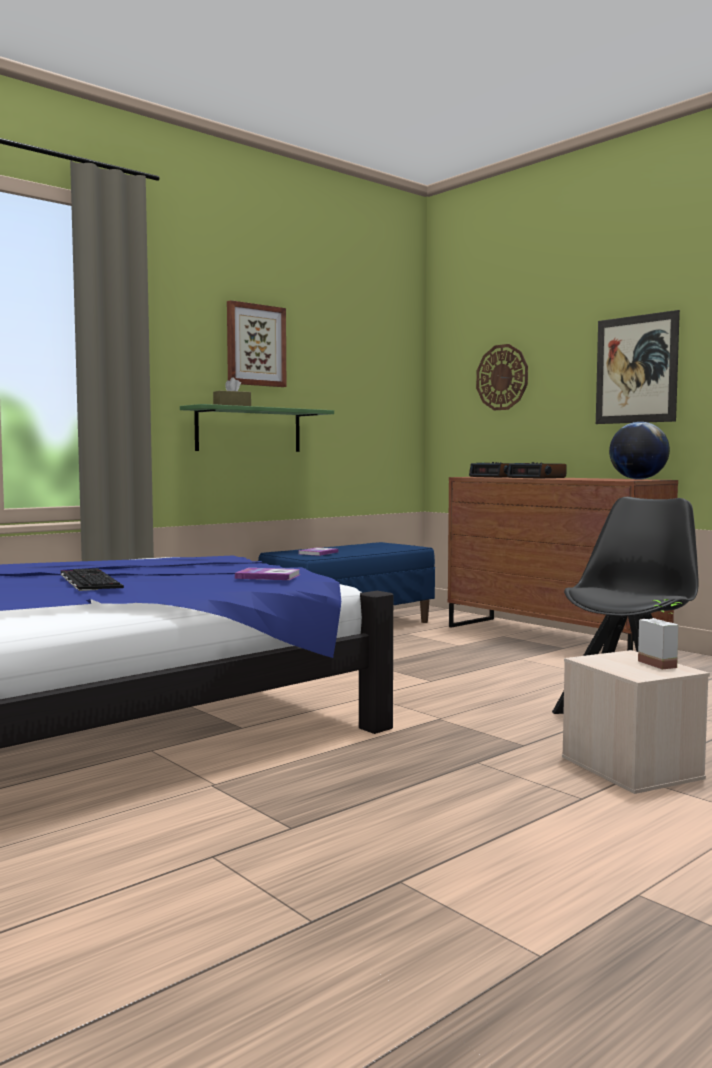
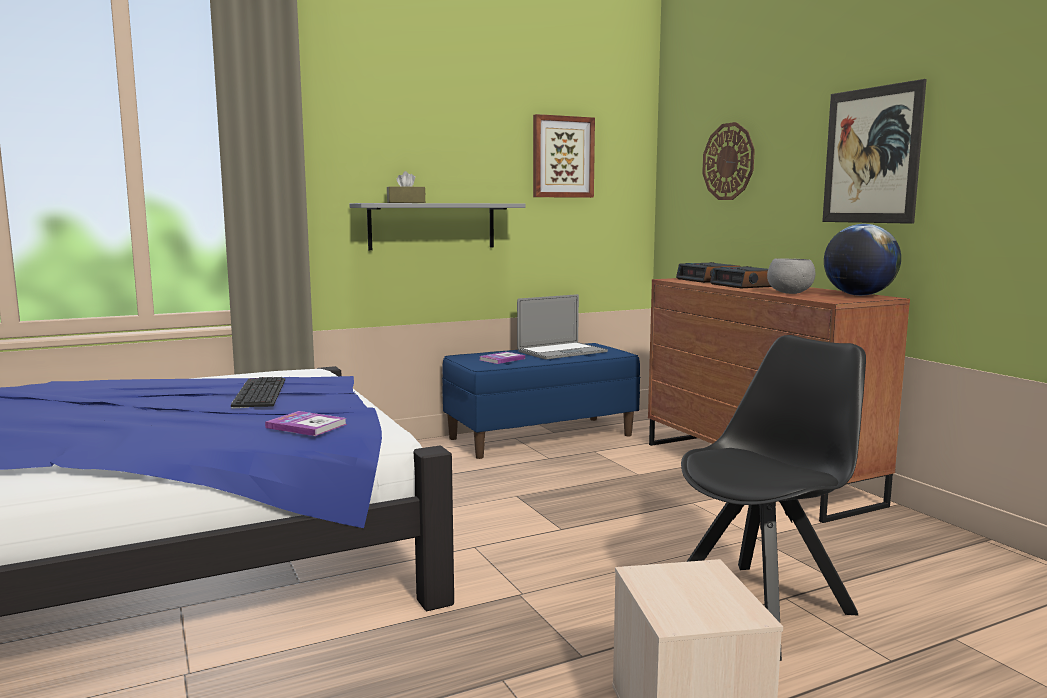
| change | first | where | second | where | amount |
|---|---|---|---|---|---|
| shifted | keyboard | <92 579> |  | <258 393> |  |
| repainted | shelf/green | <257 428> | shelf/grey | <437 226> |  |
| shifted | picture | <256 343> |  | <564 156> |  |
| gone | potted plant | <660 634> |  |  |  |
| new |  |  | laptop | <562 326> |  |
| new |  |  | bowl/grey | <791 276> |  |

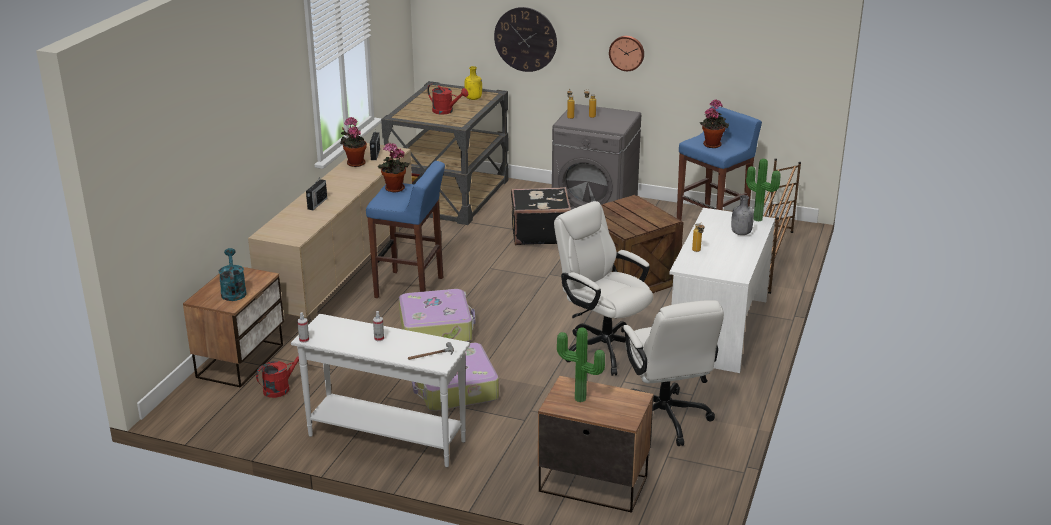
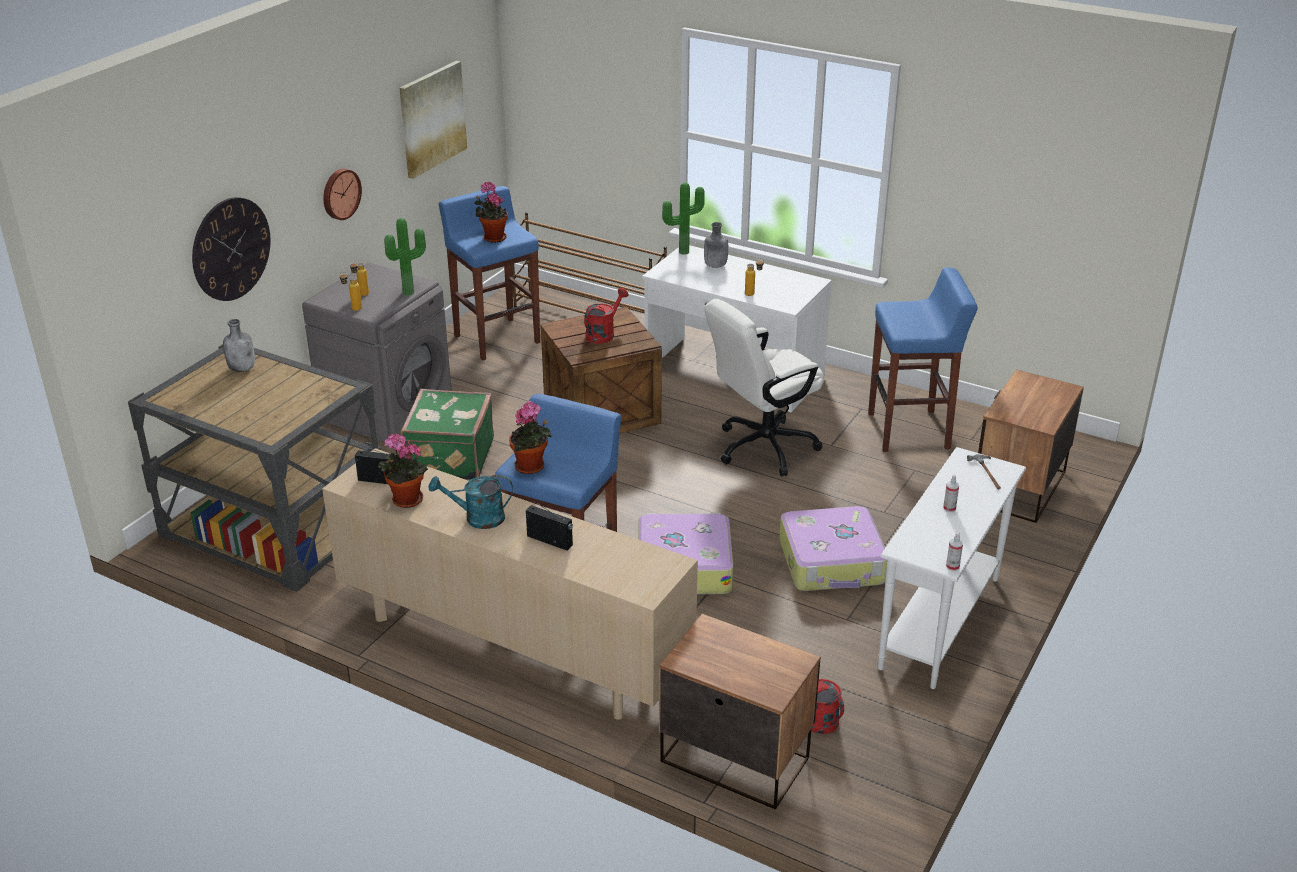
| change | first | where | second | where | amount |
|---|---|---|---|---|---|
| shifted | watering can/turquoise | <233 274> |  | <471 501> |  |
| shifted | watering can/red | <447 99> |  | <606 316> |  |
| repainted | bottle/yellow | <473 83> | bottle/grey | <239 345> |  |
| repainted | suitcase/black | <541 216> | suitcase/green | <447 435> |  |
| shifted | potted plant | <581 364> |  | <405 257> |  |
| swapped | office chair/white | <673 373> | stool/blue | <923 359> |  |
| new |  |  | picture | <433 120> |  |

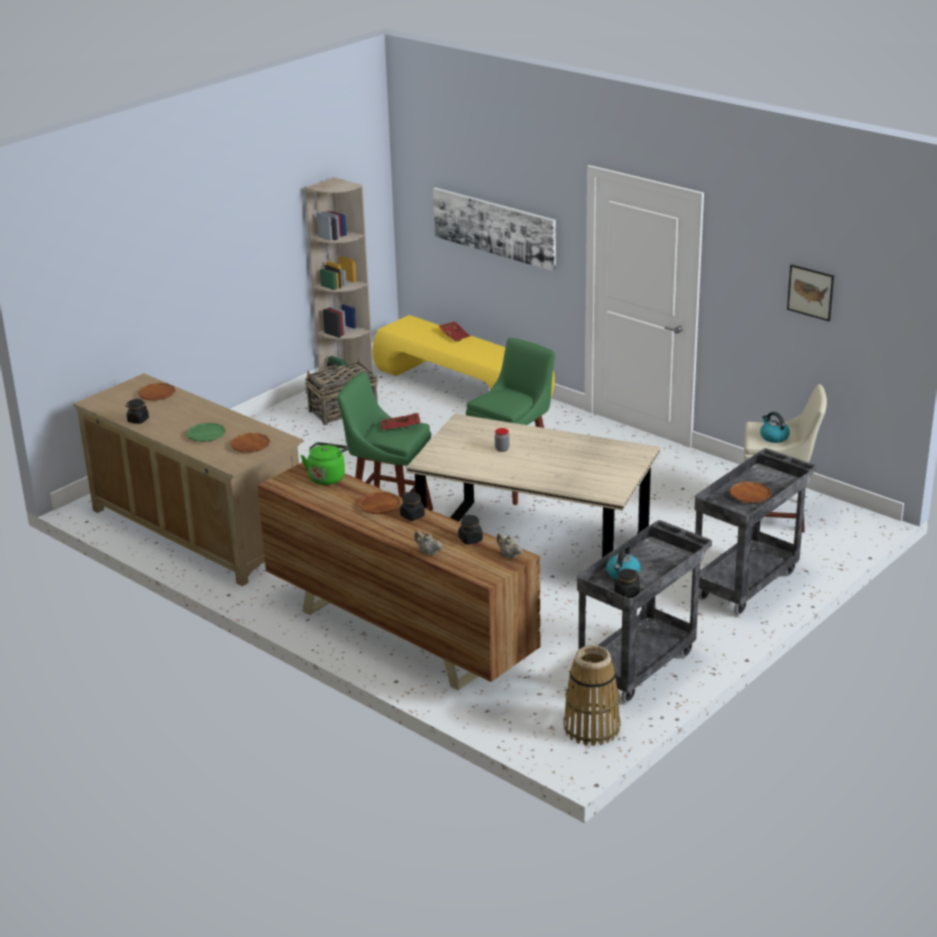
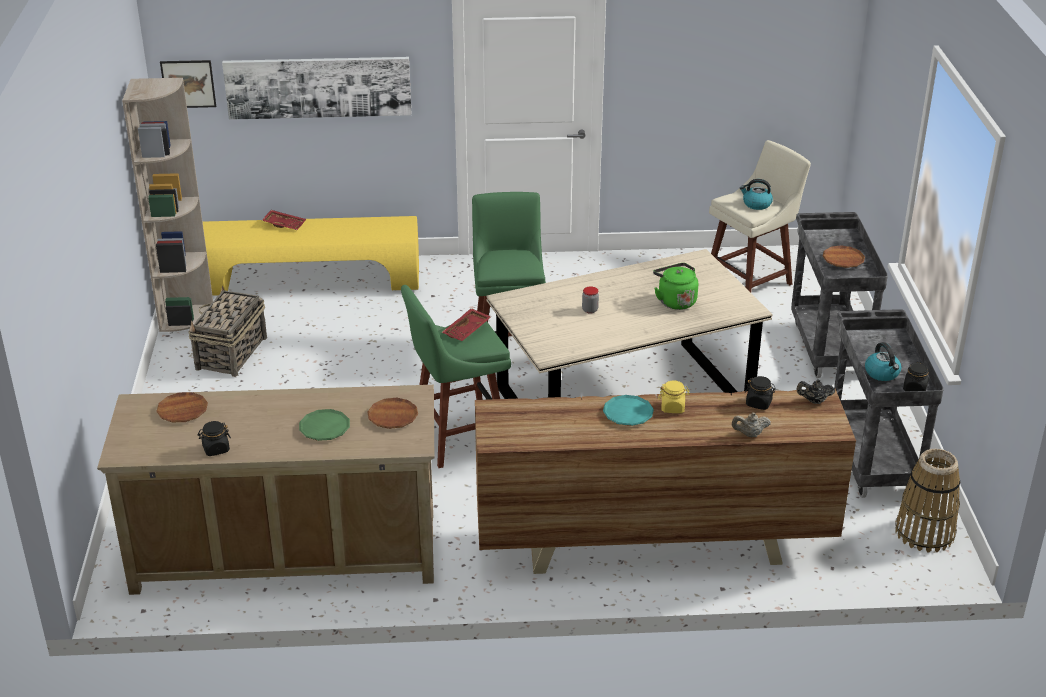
| change | first | where | second | where | amount |
|---|---|---|---|---|---|
| shifted | kettle/green | <324 463> |  | <675 286> |  |
| repainted | plate/brown | <379 503> | plate/turquoise | <628 410> |  |
| repainted | jar/black | <412 506> | jar/yellow | <674 396> |  |
| repainted | teapot/beige | <510 546> | teapot/black | <815 391> |  |
| shifted | picture | <810 292> |  | <188 84> |  |

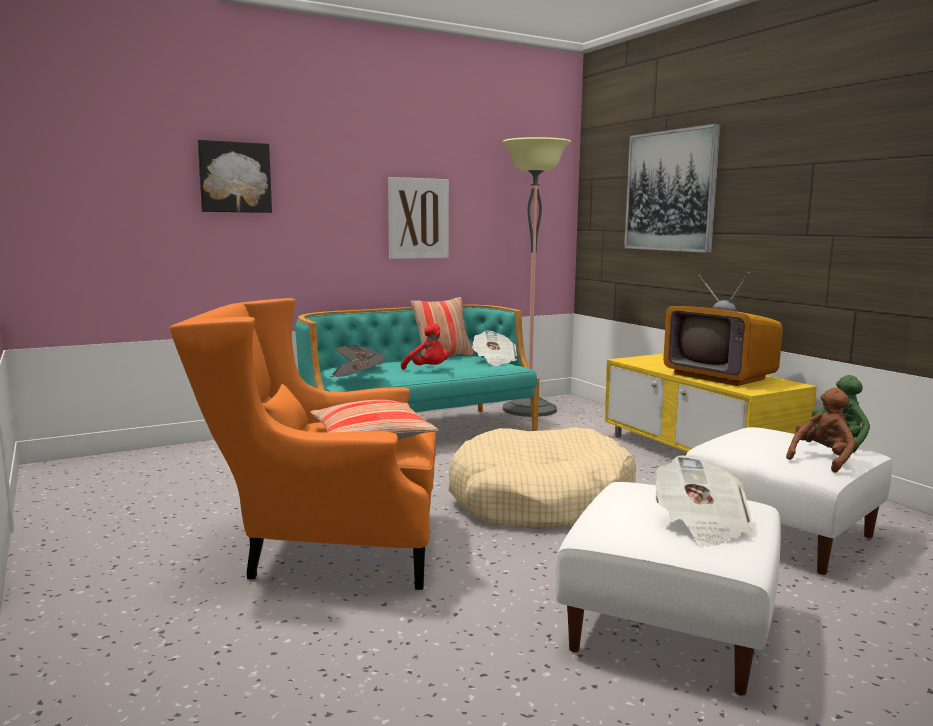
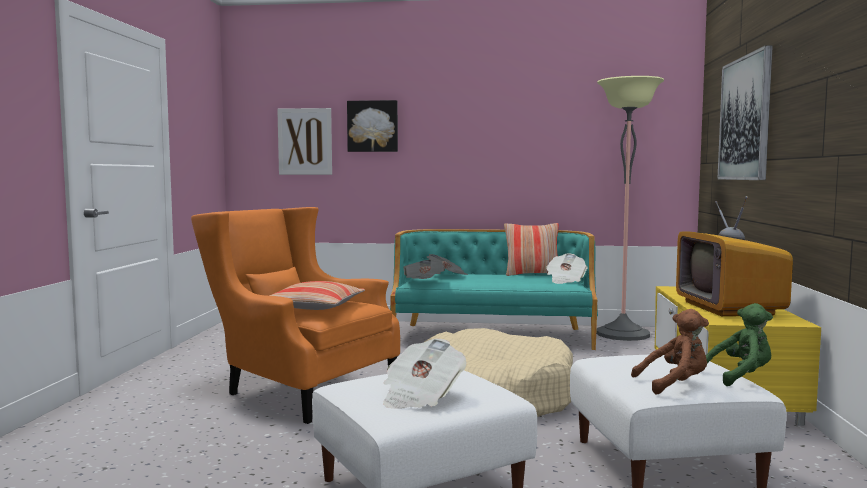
| change | first | where | second | where | amount |
|---|---|---|---|---|---|
| shifted | picture | <418 218> |  | <304 141> |  |
| gone | plush toy/red | <425 346> |  |  |  |

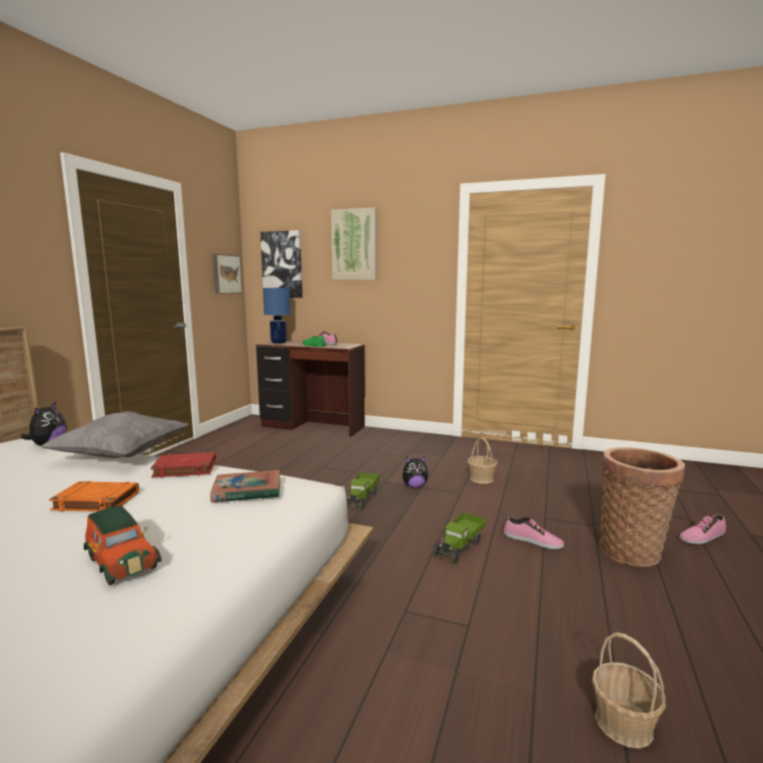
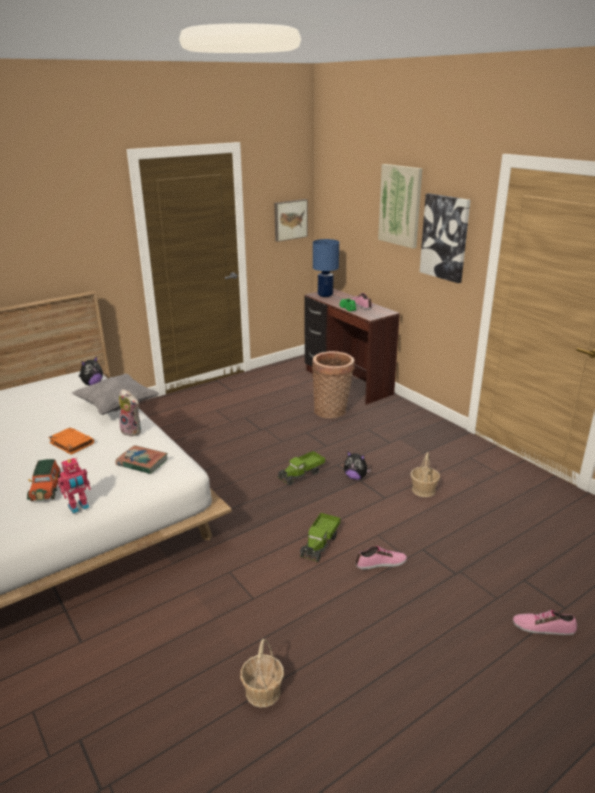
| change | first | where | second | where | amount |
|---|---|---|---|---|---|
| swapped | book/red | <183 465> | plush toy | <130 412> |  |
| shifted | picture | <281 264> |  | <445 238> |  |
| rotated | toy truck | <459 538> |  | <320 537> | 45 degrees counterclockwise |
| rotated | shoe | <533 533> |  | <381 557> | 75 degrees counterclockwise |
| shifted | basket | <642 507> |  | <333 385> |  |
| new |  |  | toy robot | <74 486> |  |

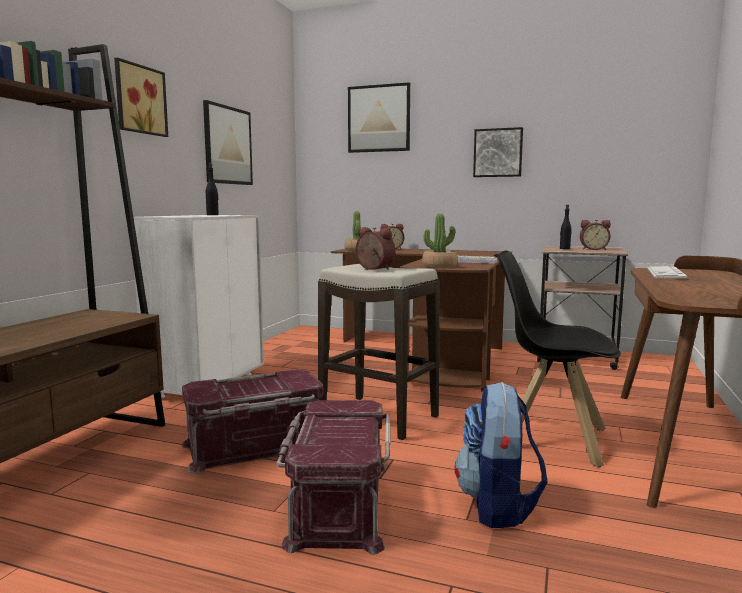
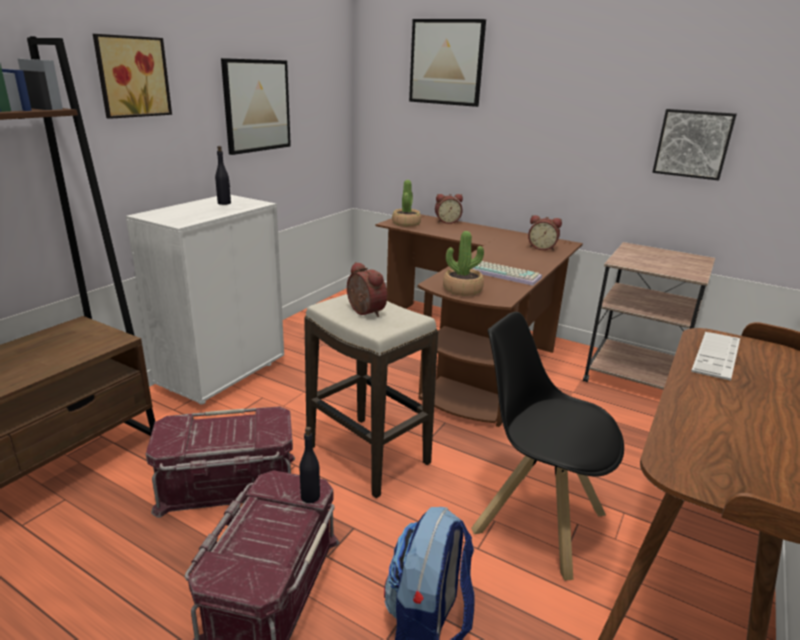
| change | first | where | second | where | amount |
|---|---|---|---|---|---|
| shifted | picture | <498 152> |  | <694 145> |  |
| shifted | bottle/black | <565 227> |  | <309 465> |  |
| shifted | alarm clock | <595 235> |  | <545 233> |  |

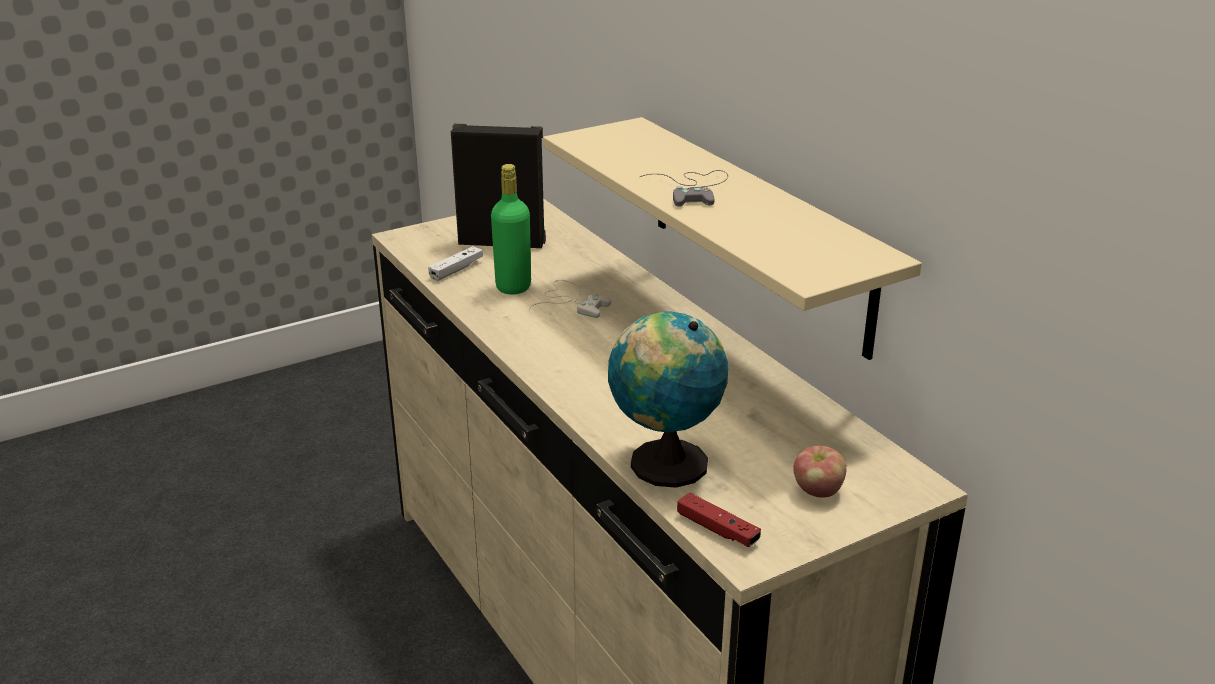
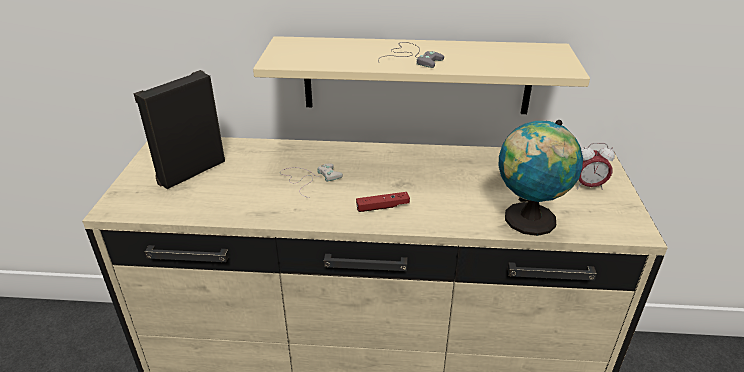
| change | first | where | second | where | amount |
|---|---|---|---|---|---|
| gone | game controller/white | <455 263> |  |  |  |
| gone | bottle/green | <511 229> |  |  |  |
| shifted | game controller/red | <719 520> |  | <383 202> |  |
| swapped | apple | <819 472> | alarm clock | <596 166> |  |

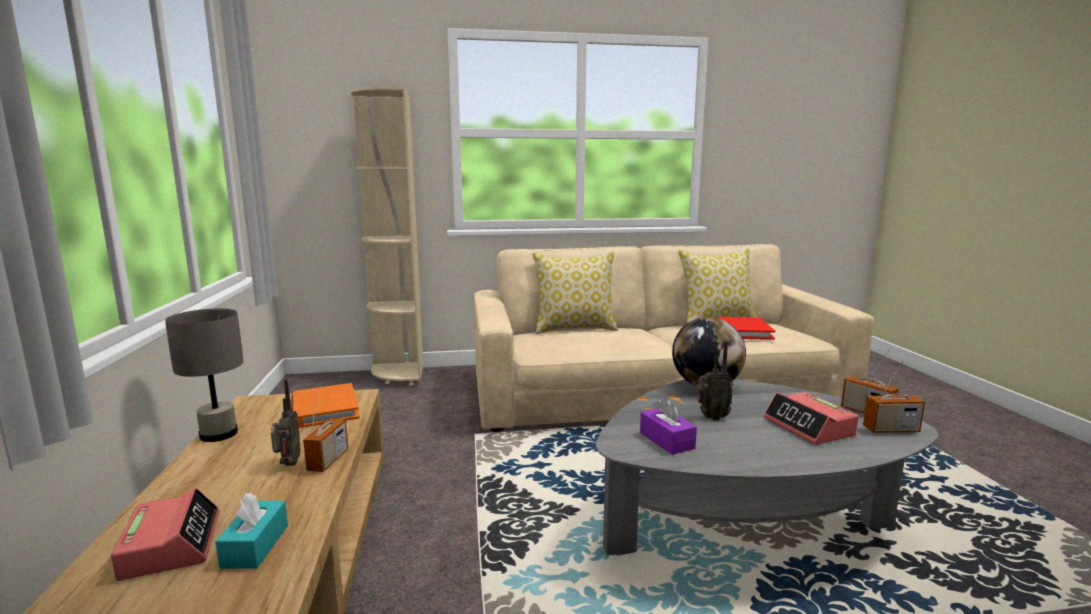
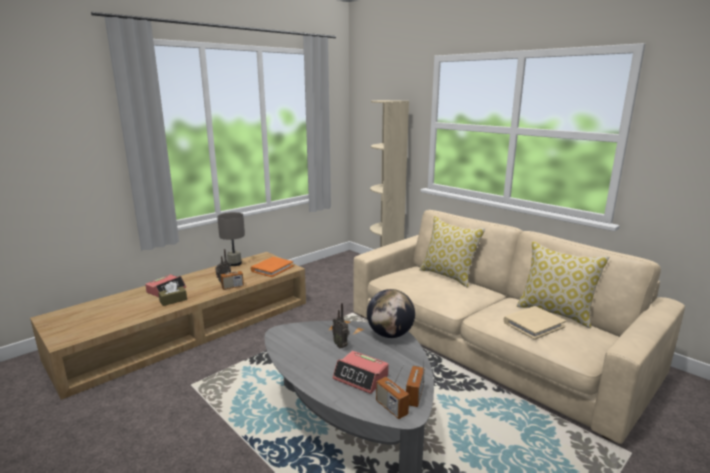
| change | first | where | second | where | amount |
|---|---|---|---|---|---|
| repainted | tissue box/turquoise | <251 530> | tissue box/brown | <172 294> |  |
| gone | tissue box/purple | <668 426> |  |  |  |
| repainted | book/red | <746 328> | book/beige | <535 323> |  |
| rotated | alarm clock | <811 418> |  | <361 372> | 90 degrees counterclockwise |

